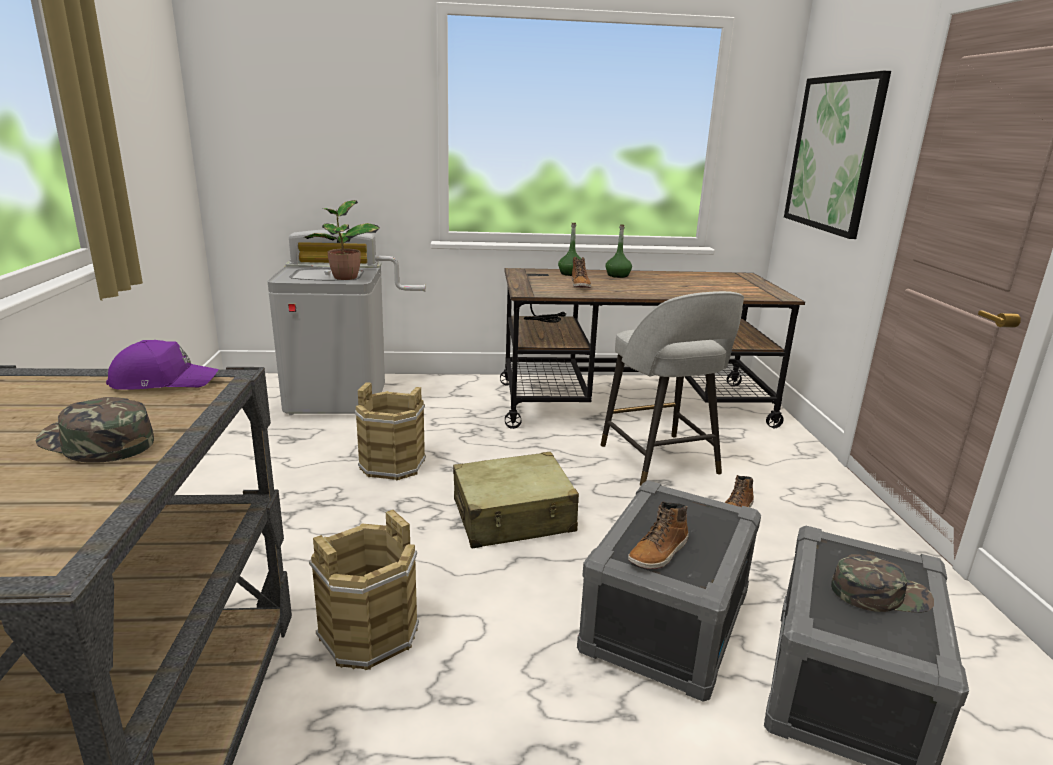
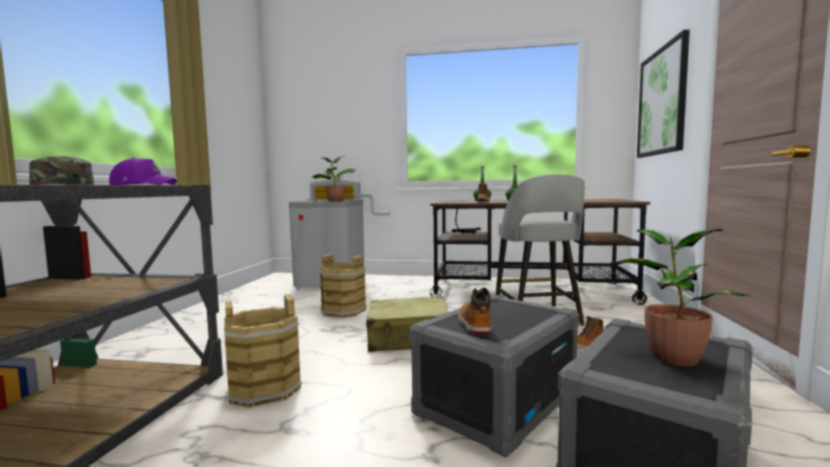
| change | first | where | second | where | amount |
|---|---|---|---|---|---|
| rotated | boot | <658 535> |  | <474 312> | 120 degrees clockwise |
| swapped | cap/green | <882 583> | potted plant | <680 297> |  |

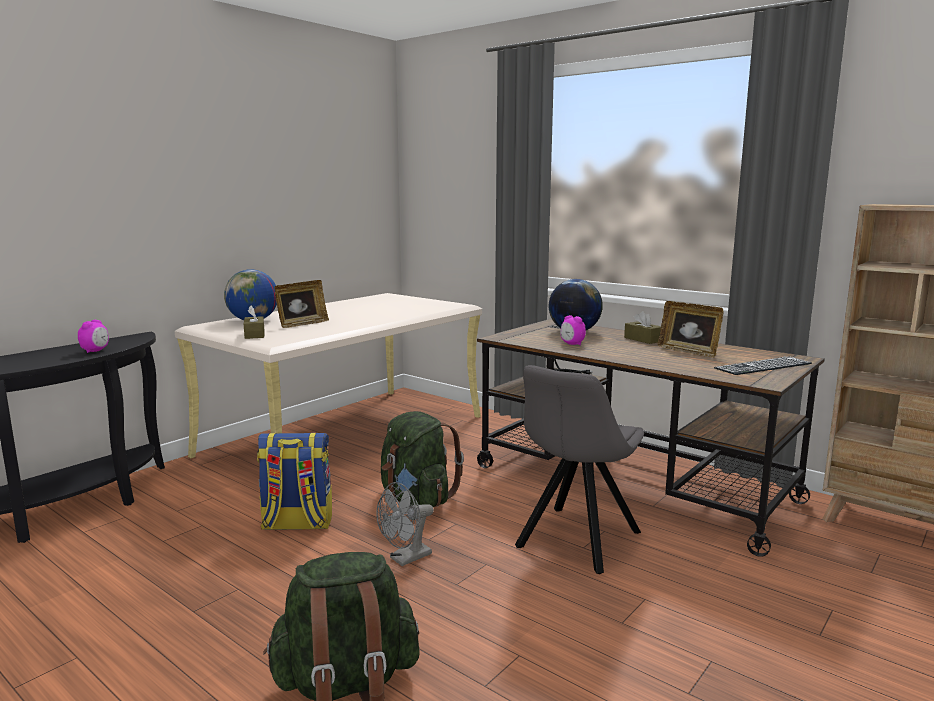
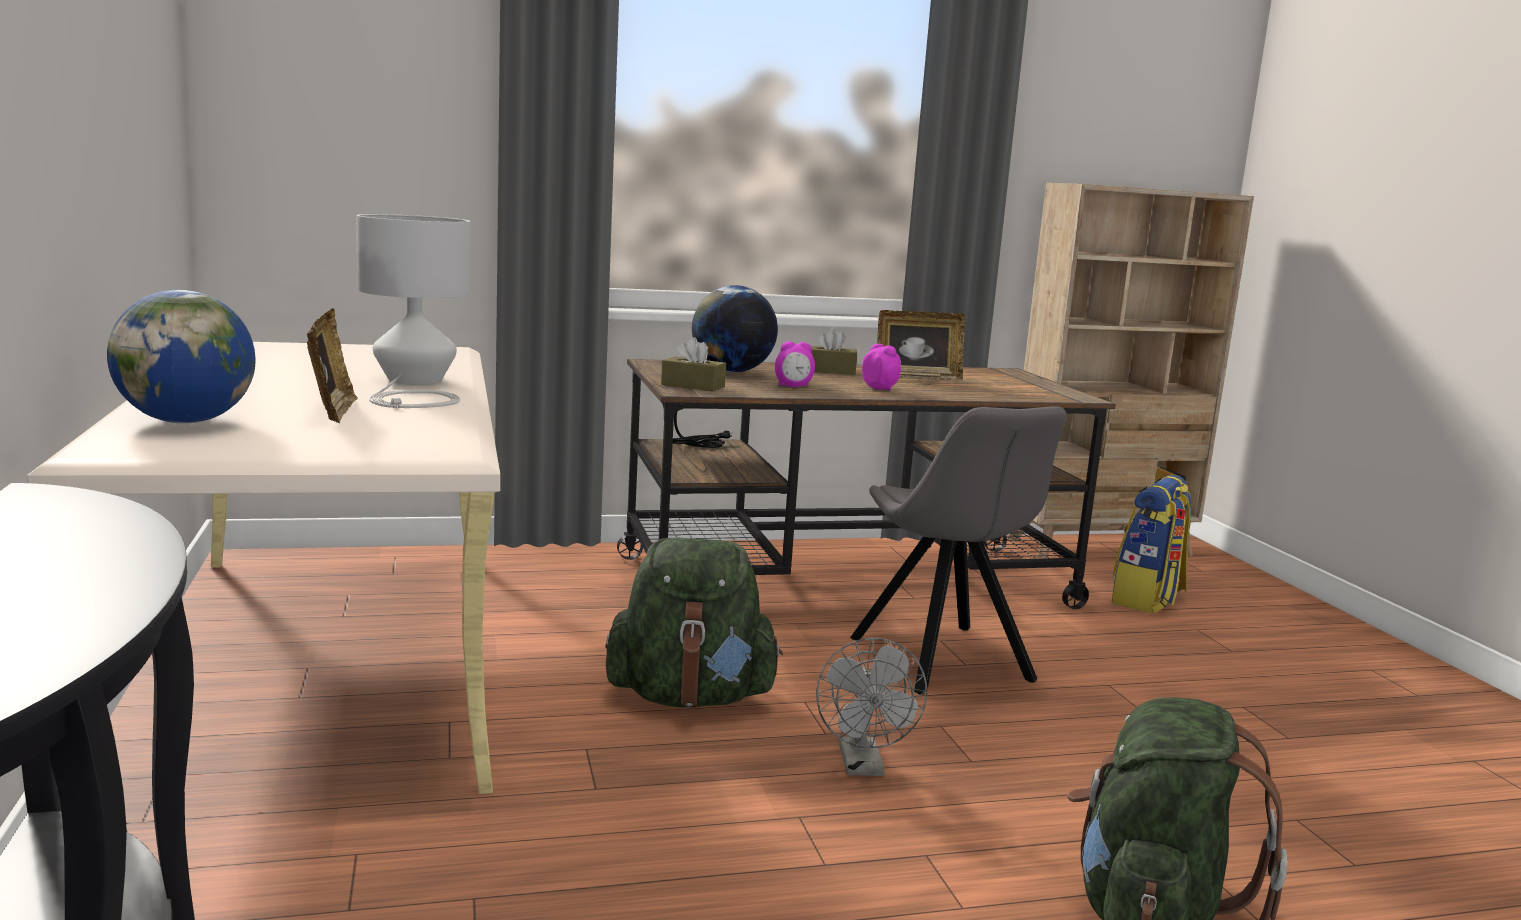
| change | first | where | second | where | amount |
|---|---|---|---|---|---|
| shifted | alarm clock | <93 336> |  | <881 367> |  |
| shifted | tissue box/brown | <254 322> |  | <693 364> |  |
| shifted | backpack | <294 481> |  | <1151 544> |  |
| gone | keyboard | <763 365> |  |  |  |
| new |  |  | table lamp/white | <413 311> |  |

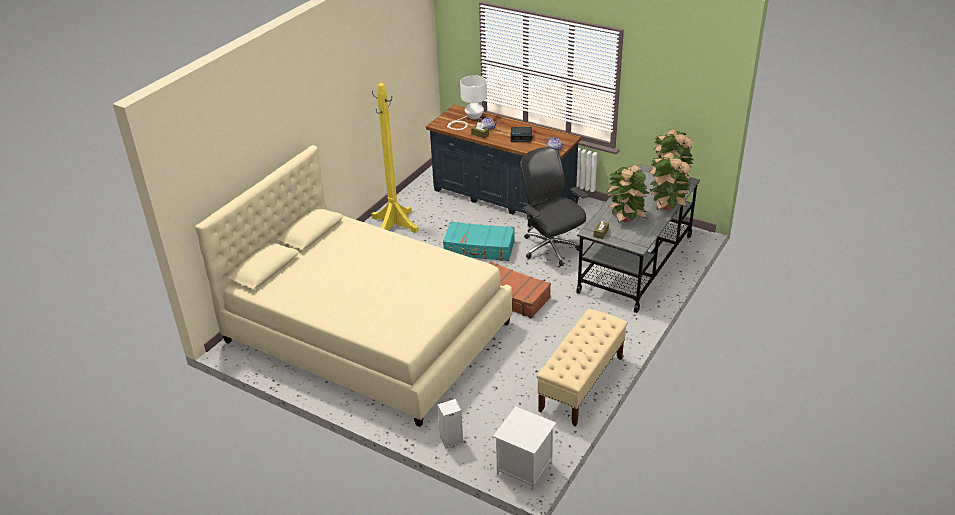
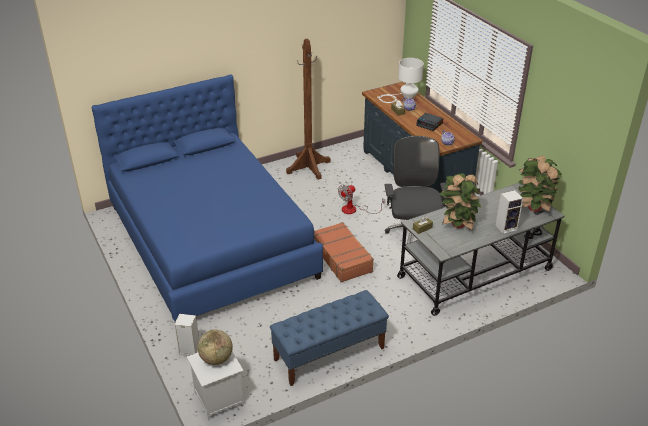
| change | first | where | second | where | amount |
|---|---|---|---|---|---|
| repainted | bed/beige | <353 286> | bed/blue | <207 198> |  |
| repainted | clothes rack/yellow | <394 158> | clothes rack/brown | <308 109> |  |
| swapped | suitcase/turquoise | <479 241> | fan | <361 199> |  |
| repainted | bench/beige | <582 368> | bench/blue | <329 338> |  |
| swapped | potted plant | <669 181> | speaker | <509 212> |  |
| new |  |  | globe | <215 347> |  |

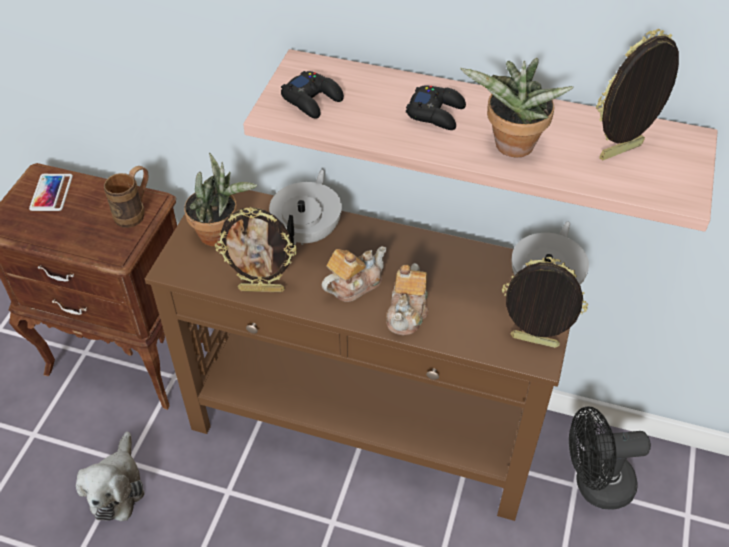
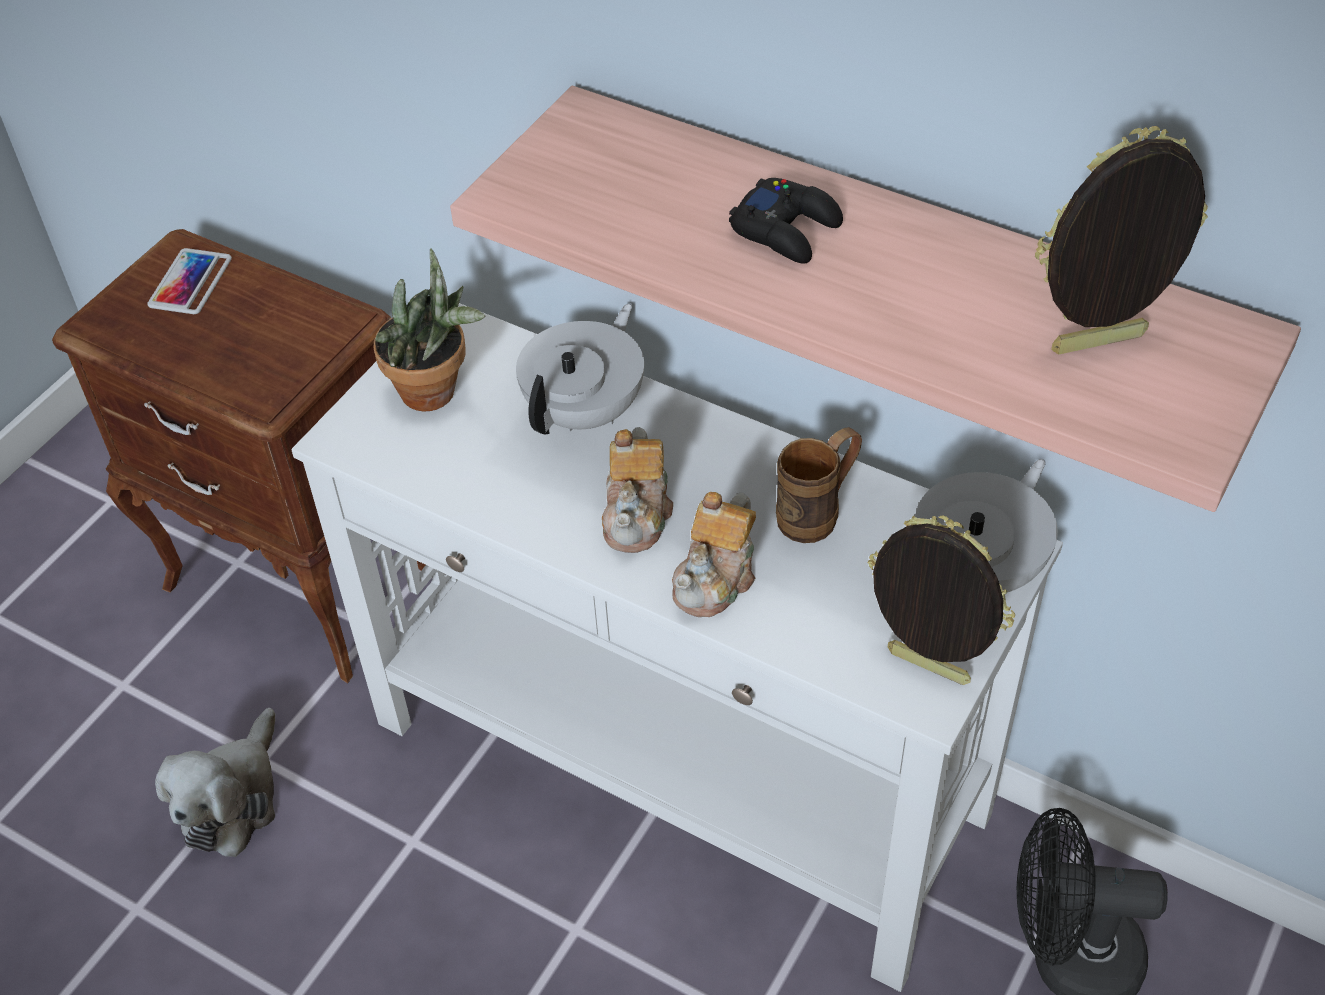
| change | first | where | second | where | amount |
|---|---|---|---|---|---|
| shifted | mug/brown | <126 197> |  | <819 485> |  |
| repainted | console table/brown | <357 350> | console table/white | <677 647> |  |
| gone | picture frame | <256 250> |  |  |  |
| gone | game controller/black | <312 95> |  |  |  |
| rotated | teapot | <354 274> |  | <637 490> | 120 degrees clockwise |
| gone | potted plant | <517 107> |  |  |  |

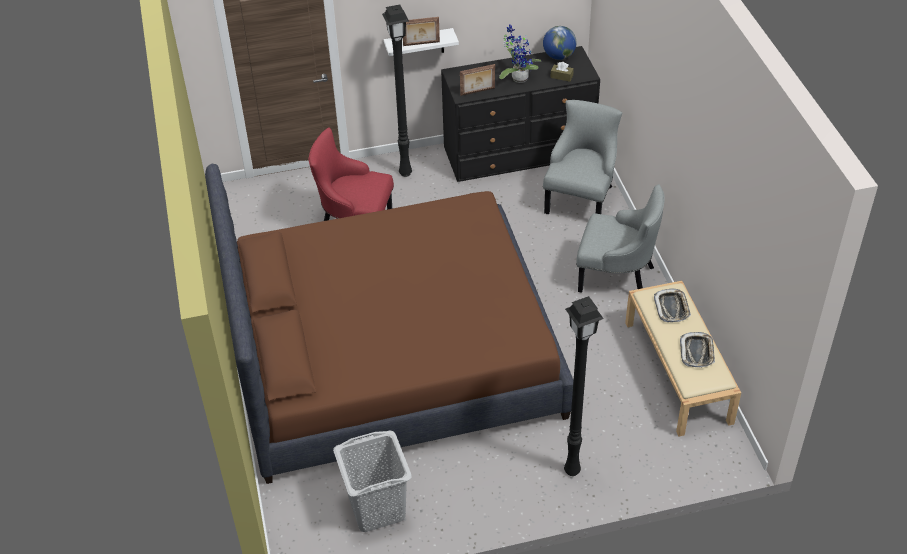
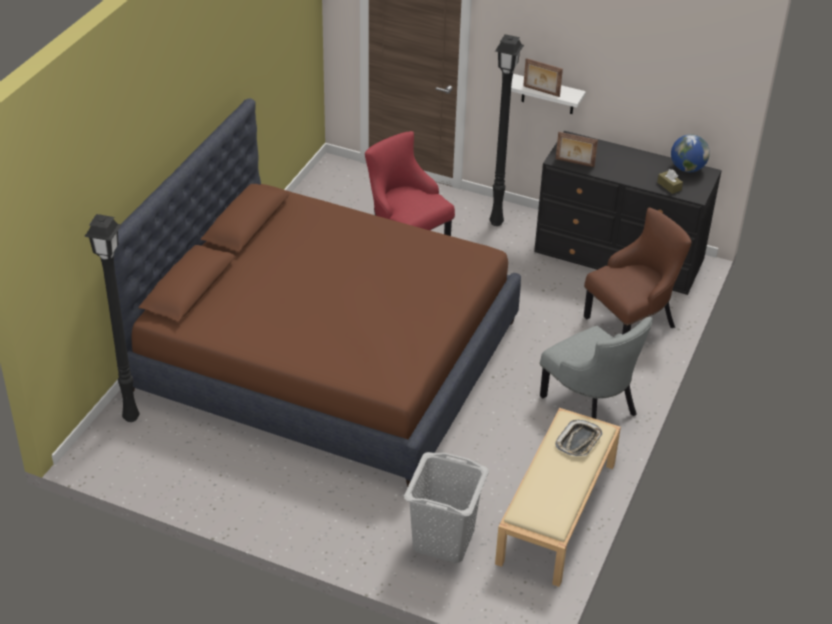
| change | first | where | second | where | amount |
|---|---|---|---|---|---|
| shifted | laundry basket/grey | <372 481> |  | <446 507> |  |
| gone | potted plant | <520 53> |  |  |  |
| repainted | armchair/grey | <582 157> | armchair/brown | <638 270> |  |
| shifted | floor lamp/black | <584 386> |  | <111 318> |  |
| gone | tray | <697 350> |  |  |  |

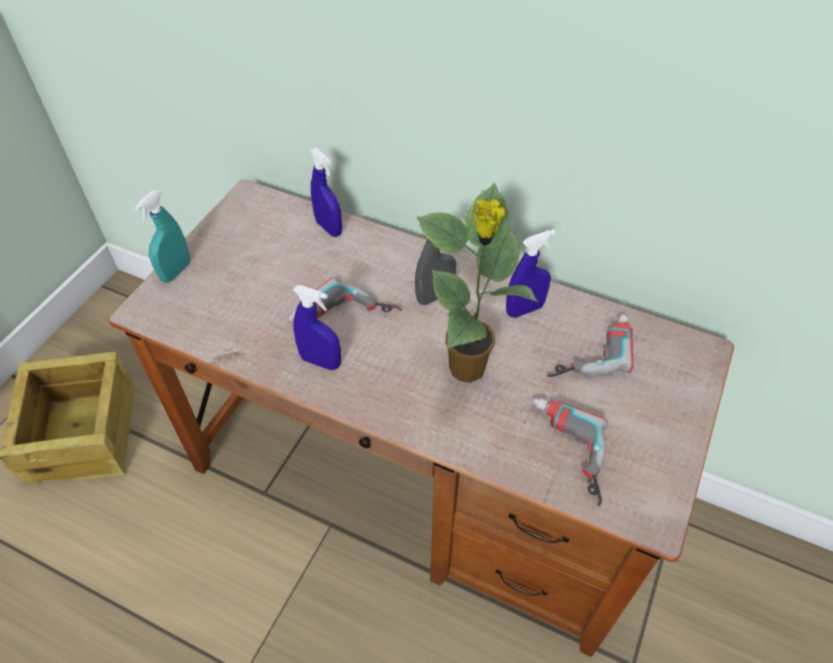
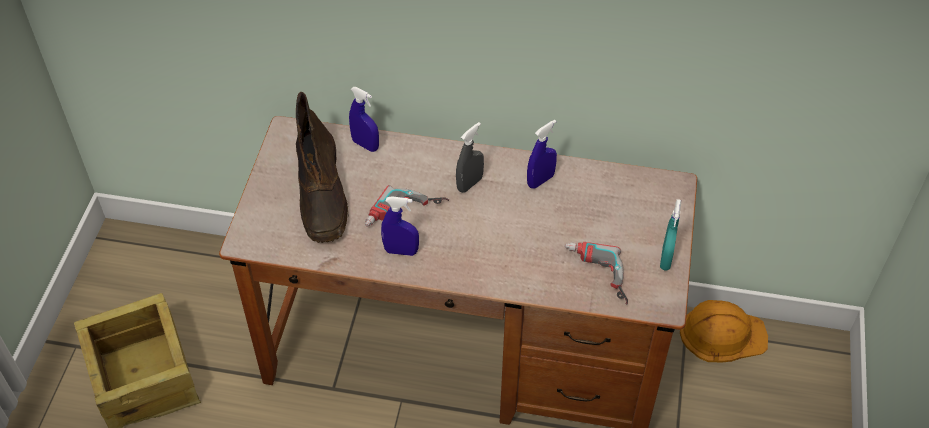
| change | first | where | second | where | amount |
|---|---|---|---|---|---|
| shifted | spray bottle/turquoise | <162 236> |  | <670 235> |  |
| gone | potted plant | <477 282> |  |  |  |
| gone | power drill | <590 345> |  |  |  |
| new |  |  | boot/brown | <322 167> |  |
| new |  |  | hard hat/orange | <724 331> |  |

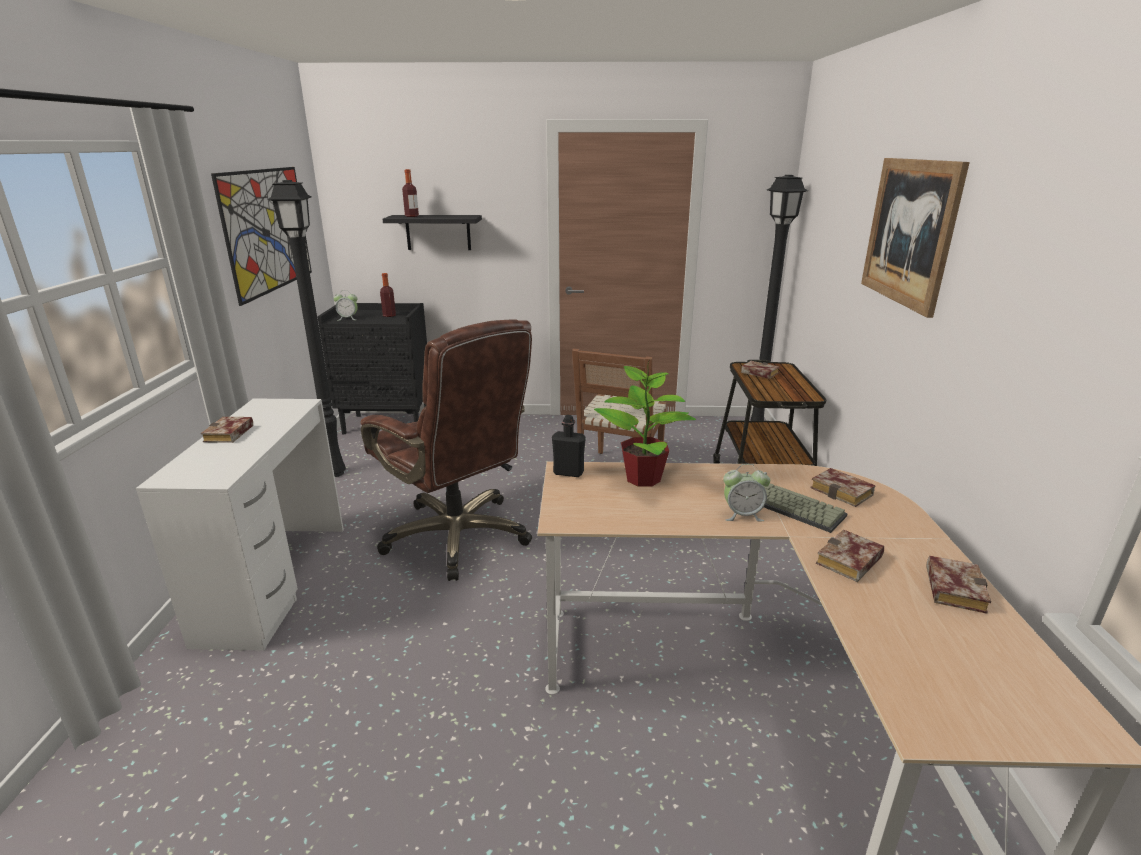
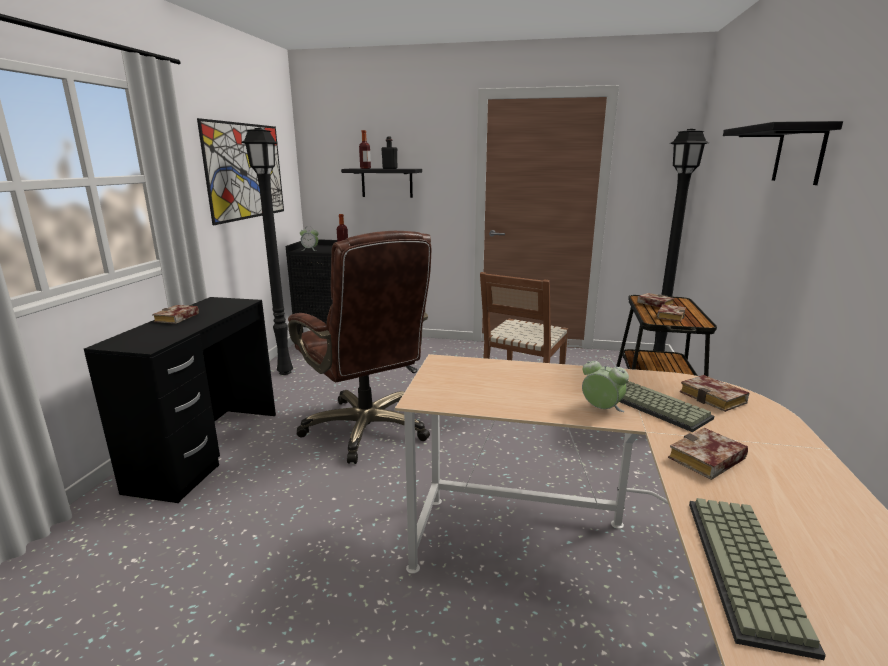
| change | first | where | second | where | amount |
|---|---|---|---|---|---|
| repainted | desk/white | <240 525> | desk/black | <180 400> |  |
| shifted | bottle/black | <569 446> |  | <389 153> |  |
| gone | potted plant | <645 423> |  |  |  |
| rotated | alarm clock | <746 492> |  | <605 384> | 150 degrees counterclockwise |
| swapped | picture | <915 238> | shelf/black | <783 153> |  |
| shifted | book | <958 585> |  | <671 313> |  |
| new |  |  | keyboard | <757 579> |  |

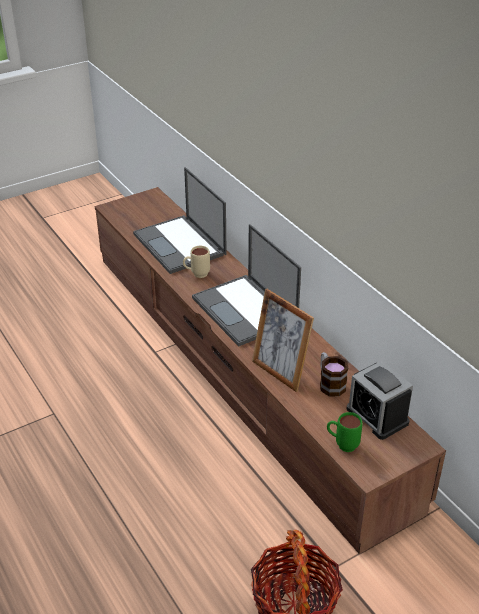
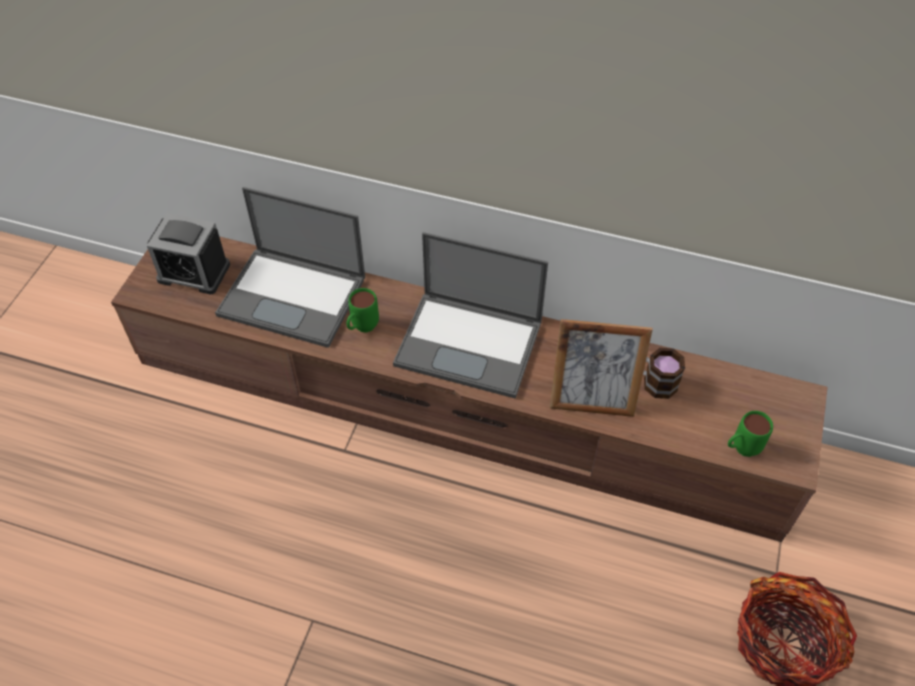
| change | first | where | second | where | amount |
|---|---|---|---|---|---|
| repainted | mug/beige | <196 262> | mug/green | <362 310> |  |
| shifted | alarm clock | <379 400> |  | <188 254> |  |

